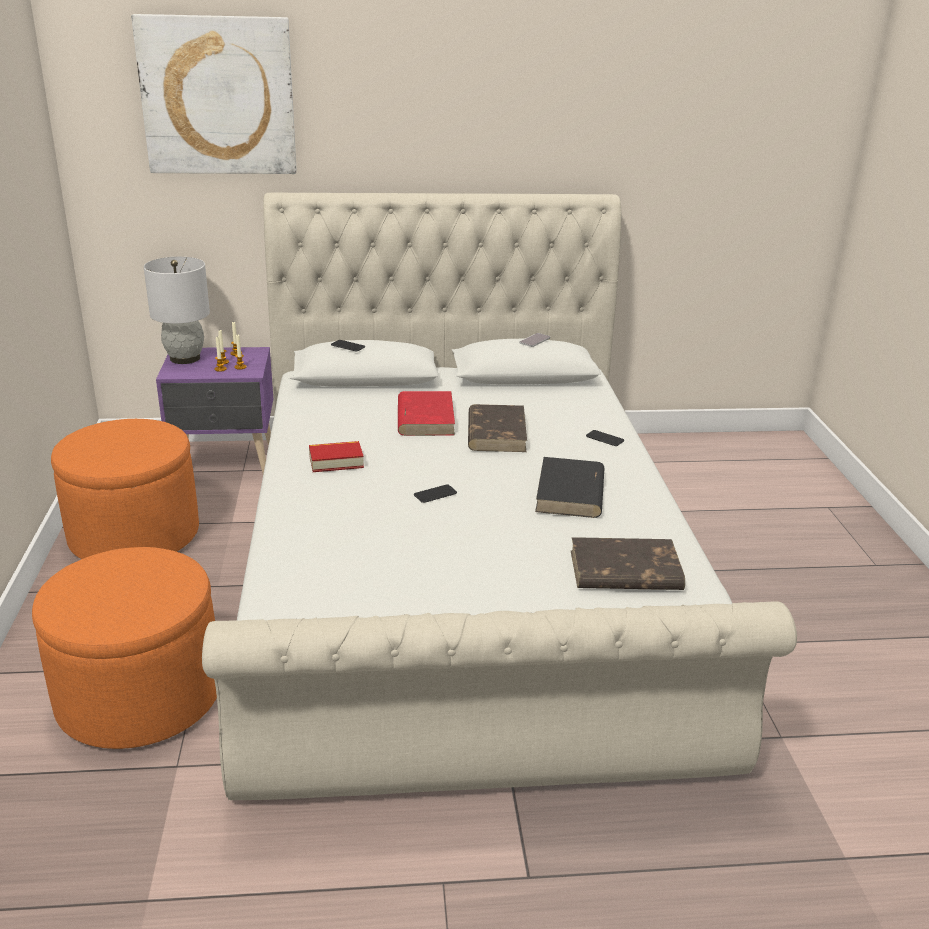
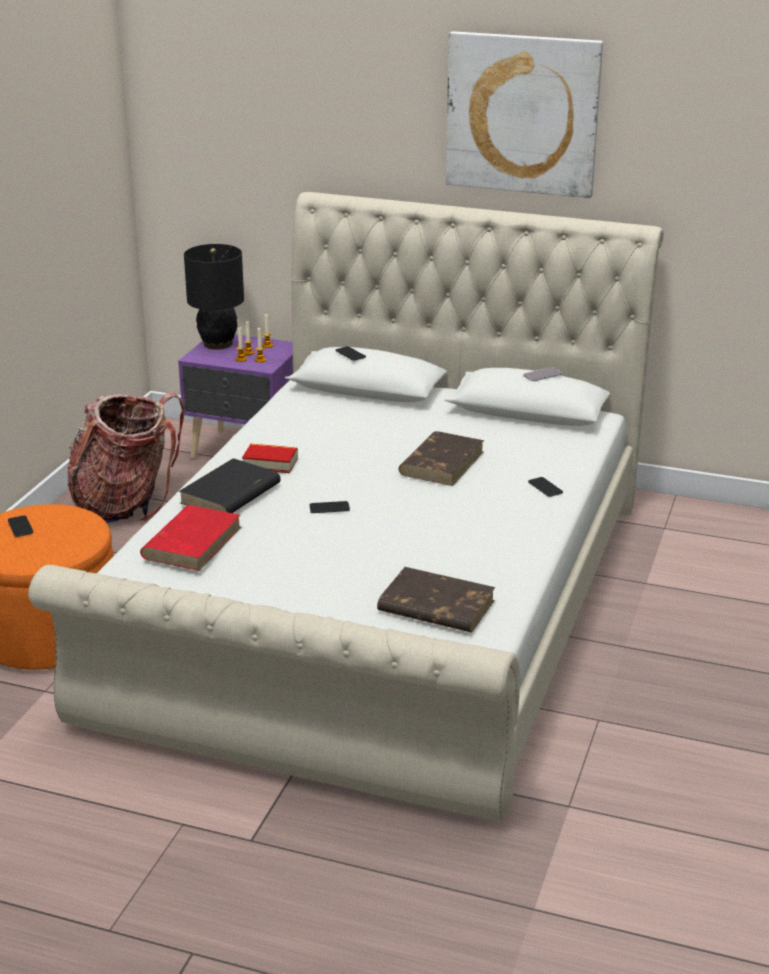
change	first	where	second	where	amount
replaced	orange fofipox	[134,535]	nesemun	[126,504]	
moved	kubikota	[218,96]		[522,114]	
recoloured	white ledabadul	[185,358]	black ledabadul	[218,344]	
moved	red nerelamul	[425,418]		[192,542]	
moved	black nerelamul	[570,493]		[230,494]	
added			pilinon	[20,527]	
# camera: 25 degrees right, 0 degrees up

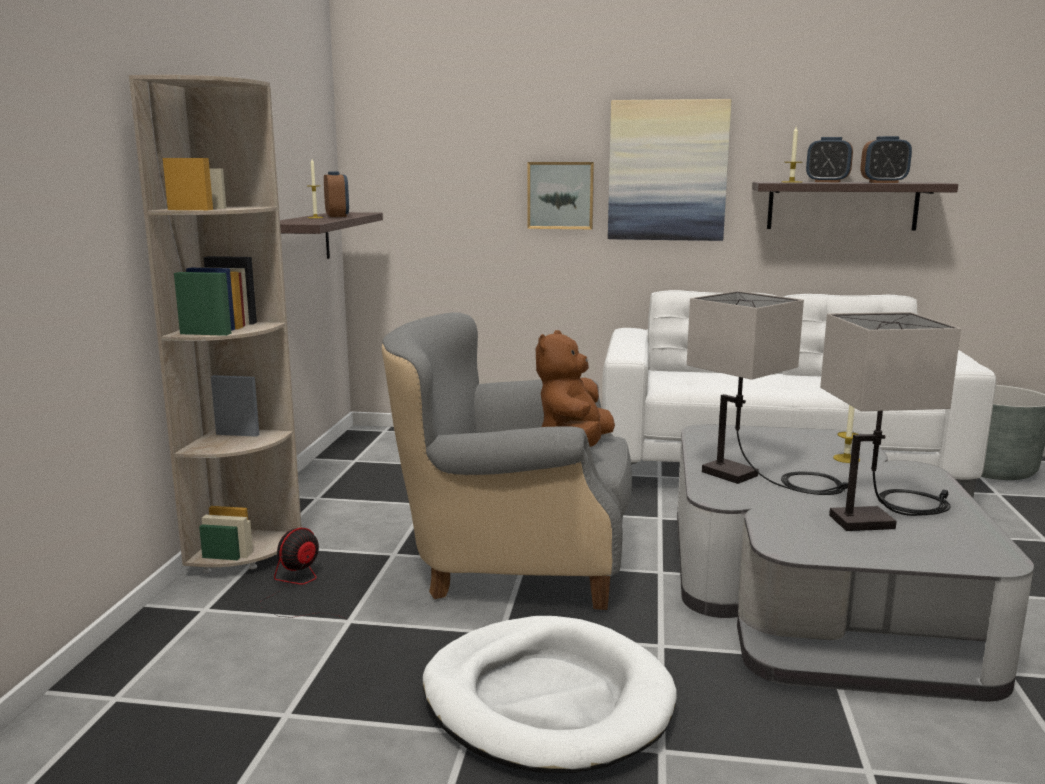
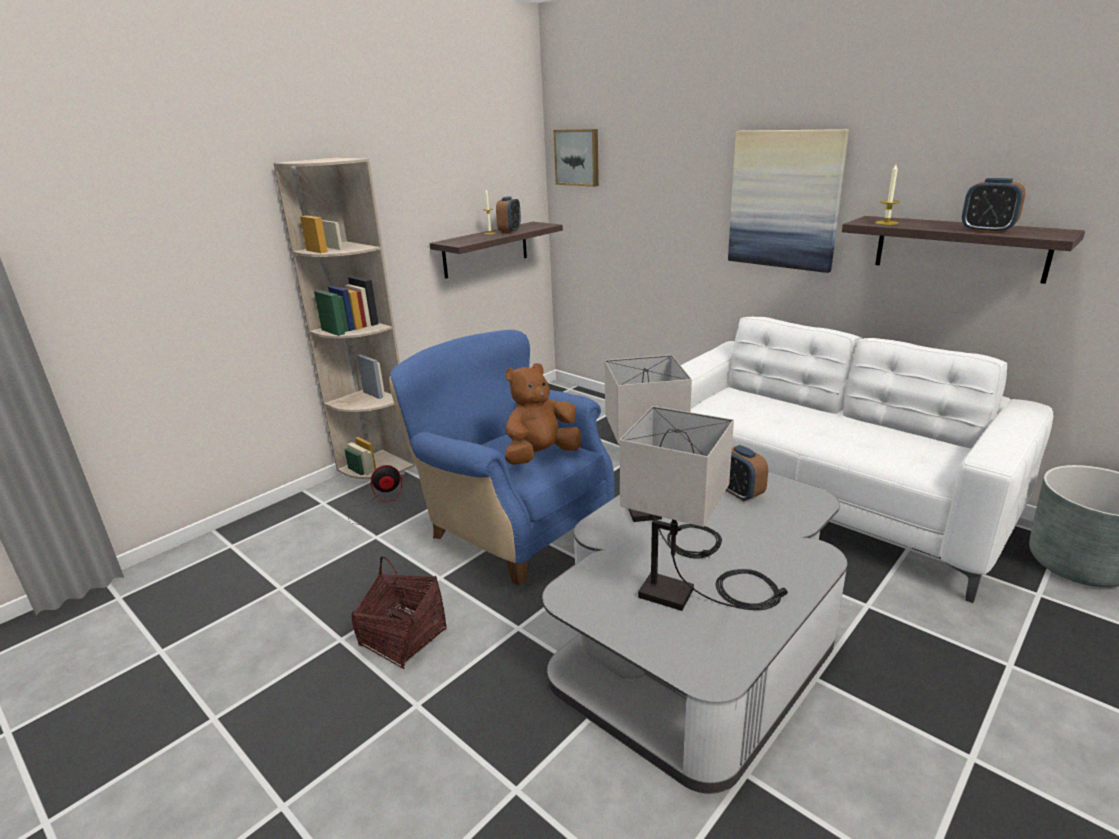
change	first	where	second	where	amount
recoloured	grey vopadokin	[512,563]	blue vopadokin	[512,525]	
replaced	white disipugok	[547,700]	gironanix	[403,638]	
moved	kubikota	[560,195]		[578,157]	
moved	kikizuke	[827,182]		[740,493]	
removed	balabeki	[846,458]			
# camera: 35 degrees right, 10 degrees up

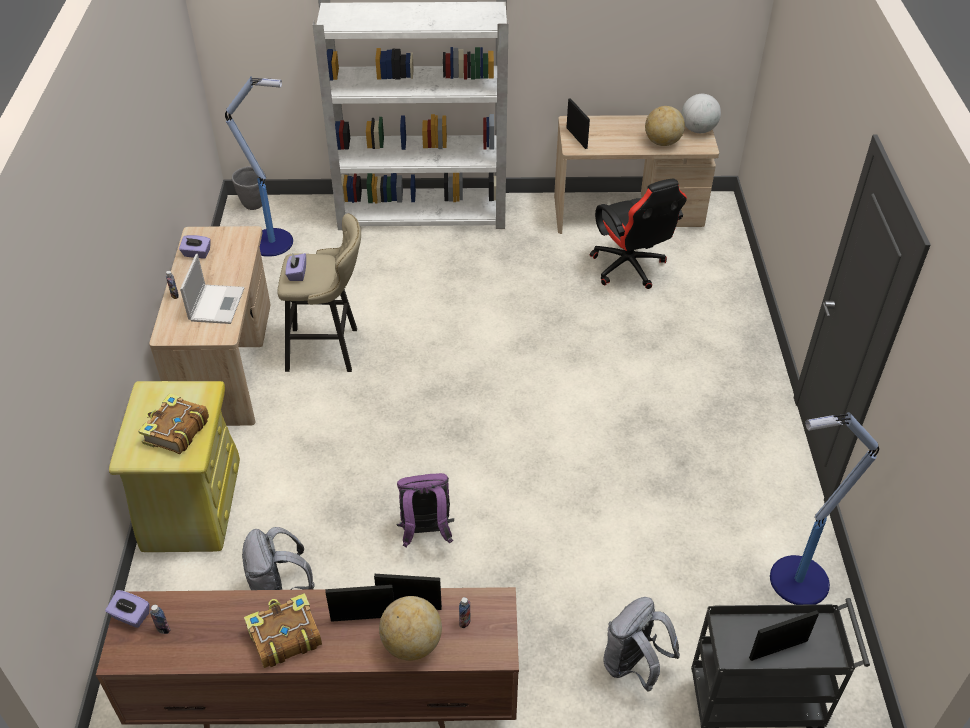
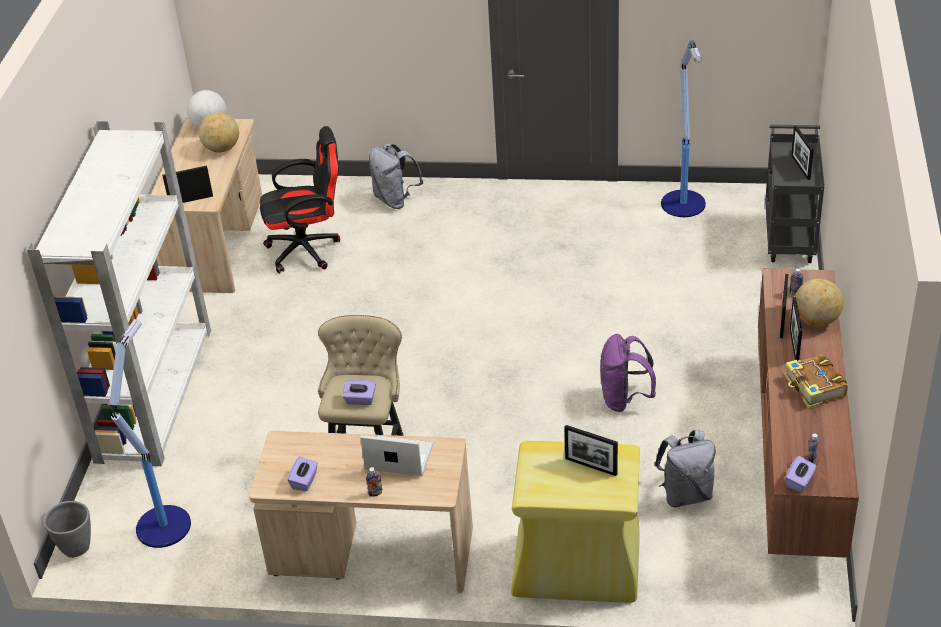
change	first	where	second	where	amount
replaced	nerelamul	[175,431]	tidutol	[591,466]	
moved	grey nesemun	[633,666]		[395,200]	
# camera: 80 degrees left, 5 degrees down

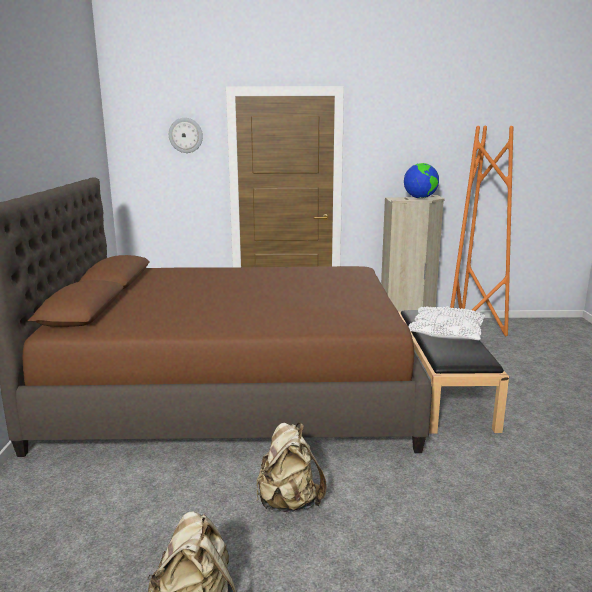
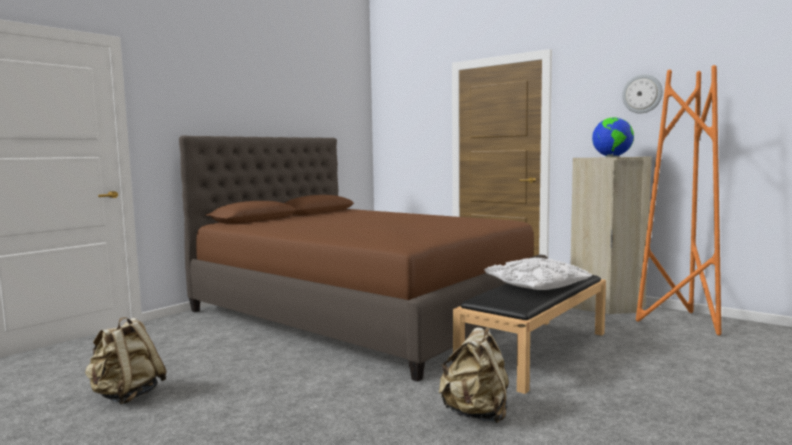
change	first	where	second	where	amount
moved	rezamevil	[185,135]		[642,94]	
moved	beige nesemun	[289,502]		[476,414]	
# camera: 40 degrees right, 10 degrees down

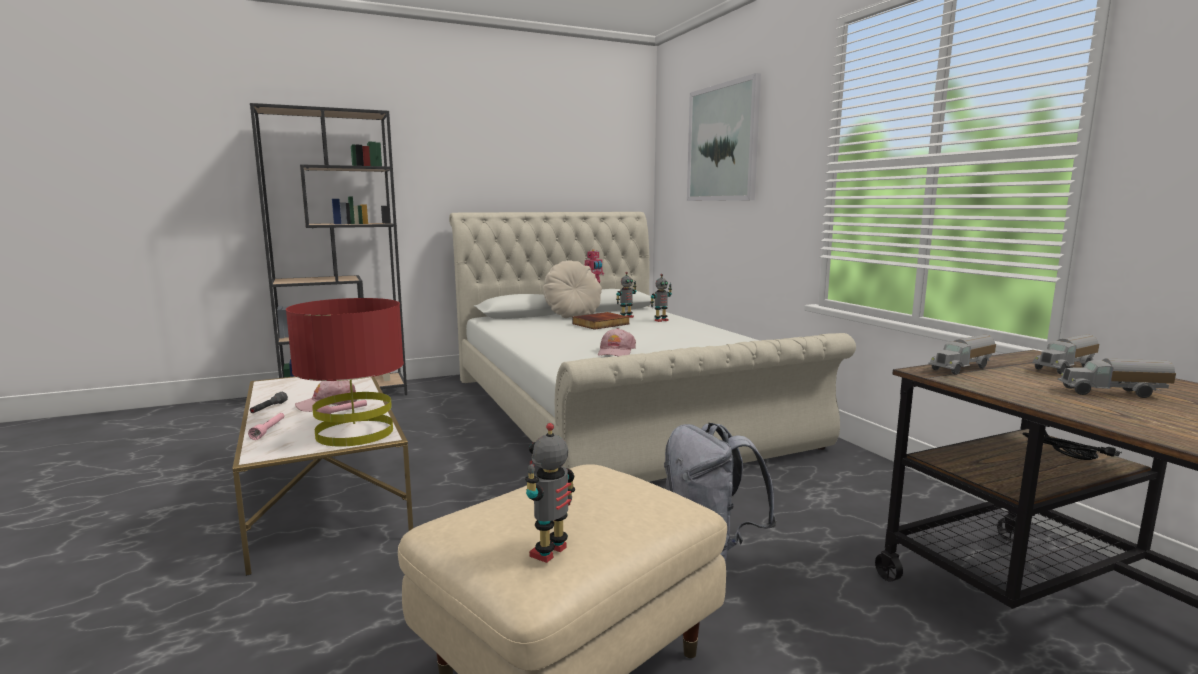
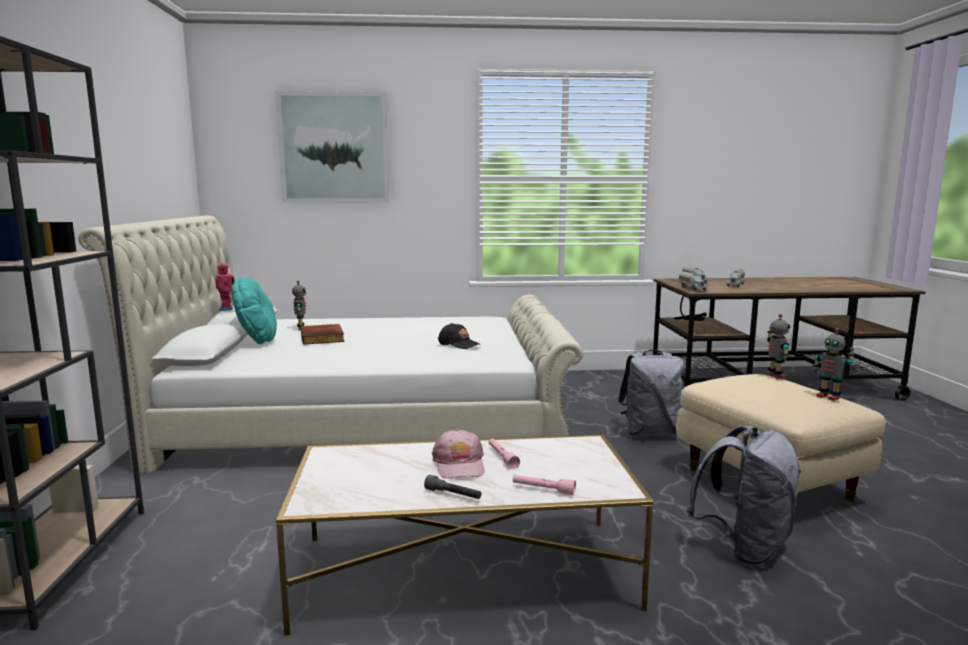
change	first	where	second	where	amount
removed	red ledabadul	[354,433]			
recoloured	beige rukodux	[572,316]	turquoise rukodux	[257,341]	
recoloured	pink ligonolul	[616,352]	black ligonolul	[458,344]	
moved	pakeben	[660,320]		[775,376]	
added			grey nesemun	[744,547]	
# camera: 70 degrees left, 0 degrees up

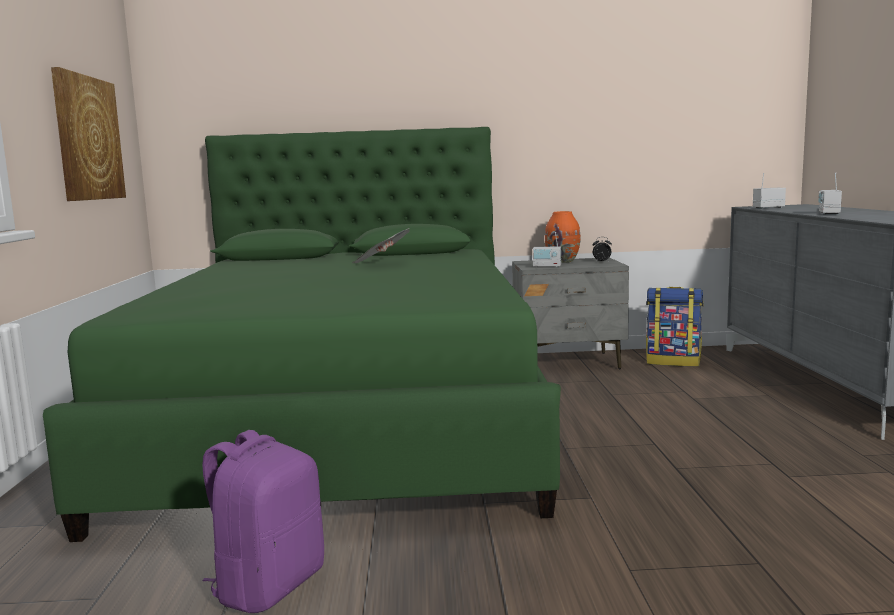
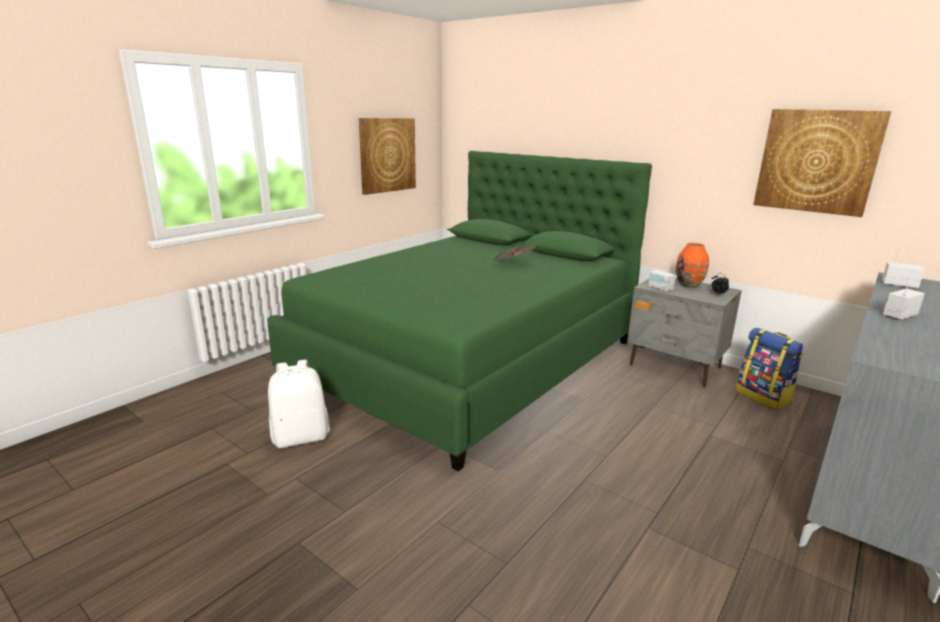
change	first	where	second	where	amount
recoloured	purple nesemun	[268,585]	white nesemun	[301,437]	
added			kubikota	[817,161]	
# camera: 40 degrees right, 10 degrees up

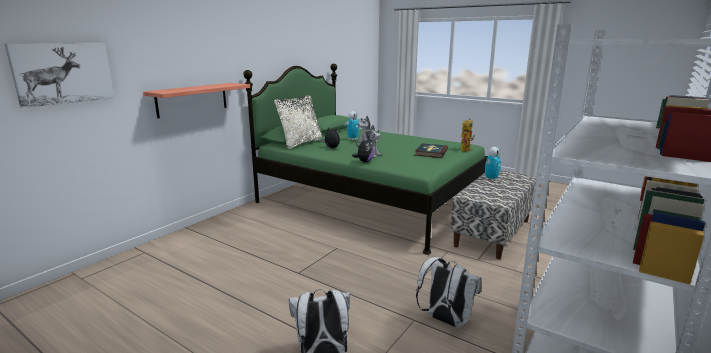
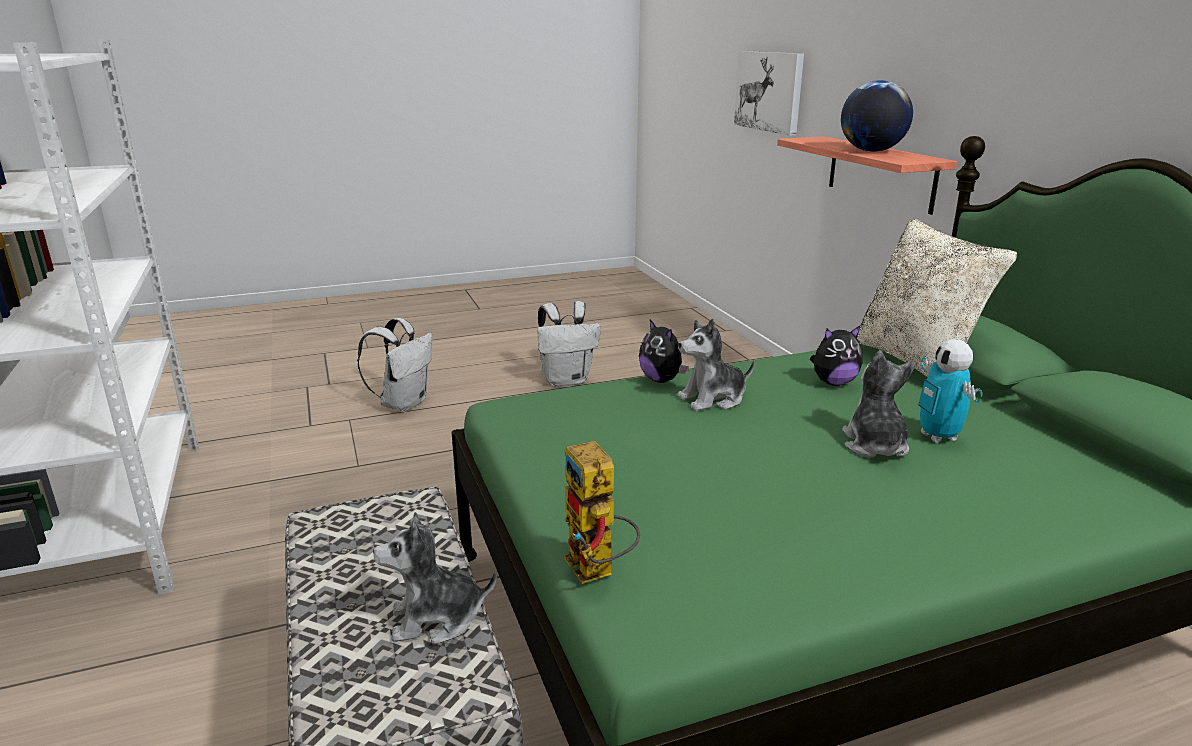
change	first	where	second	where	amount
removed	nerelamul	[431,152]			
moved	white nesemun	[445,320]		[566,380]	
replaced	pakeben	[491,179]	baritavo	[436,619]	
added			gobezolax	[872,151]	
# camera: 125 degrees right, 5 degrees up

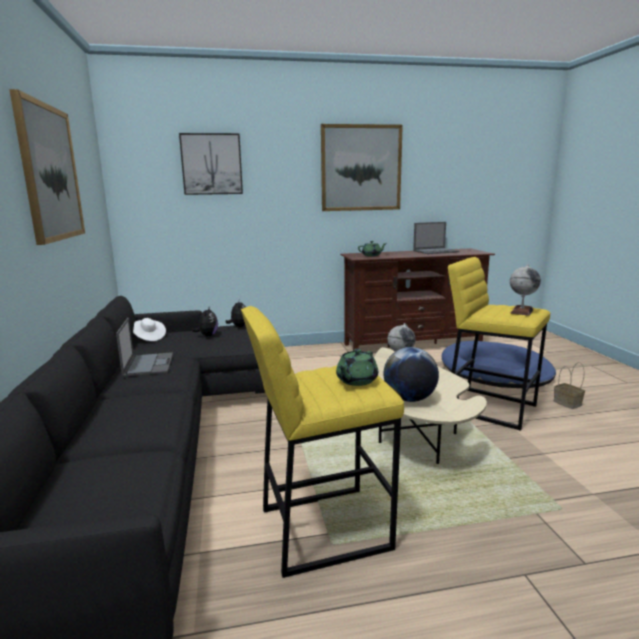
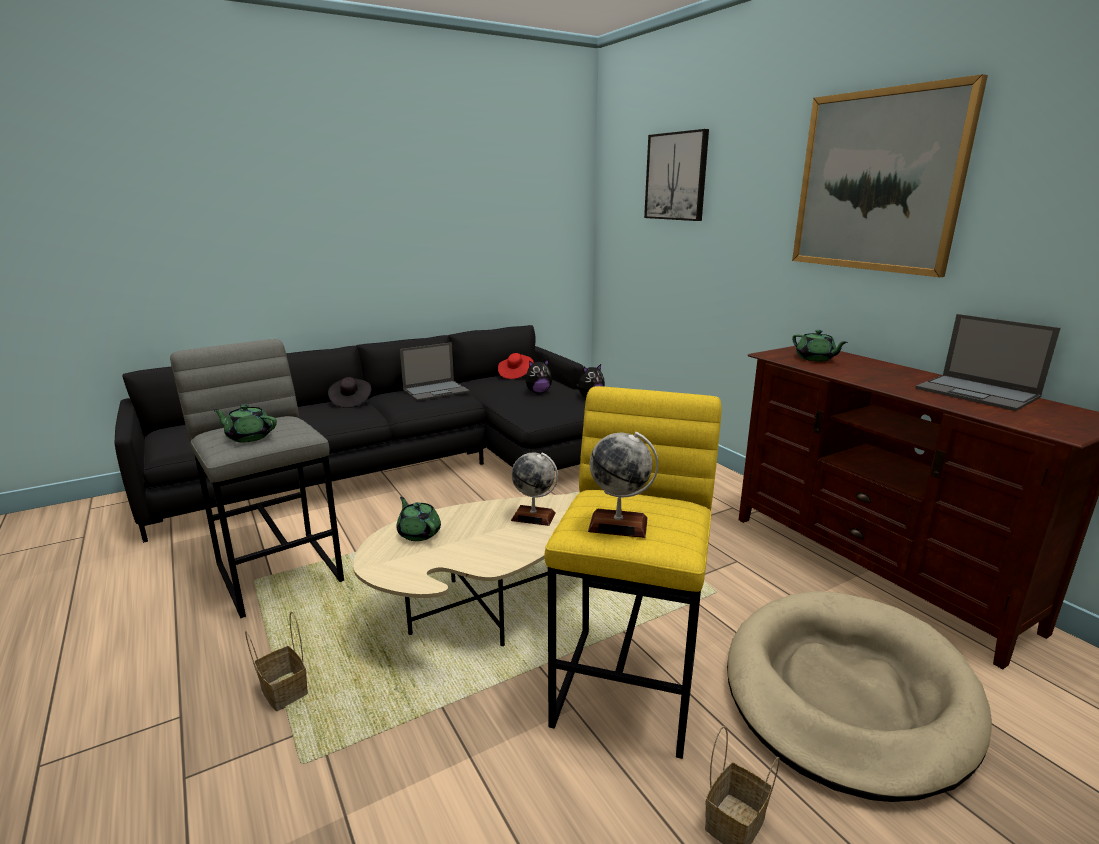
change	first	where	second	where	amount
removed	kubikota	[50,173]			
recoloured	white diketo	[149,337]	red diketo	[515,374]	
recoloured	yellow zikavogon	[321,529]	grey zikavogon	[278,571]	
replaced	gobezolax	[410,399]	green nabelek	[419,533]	
recoloured	blue disipugok	[495,370]	beige disipugok	[847,693]	
added			gironanix	[283,691]	
added			black diketo	[350,402]	
# camera: 70 degrees right, 5 degrees up

